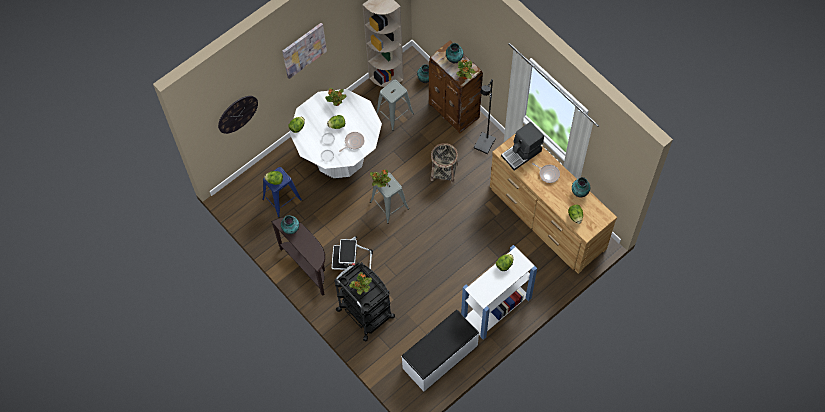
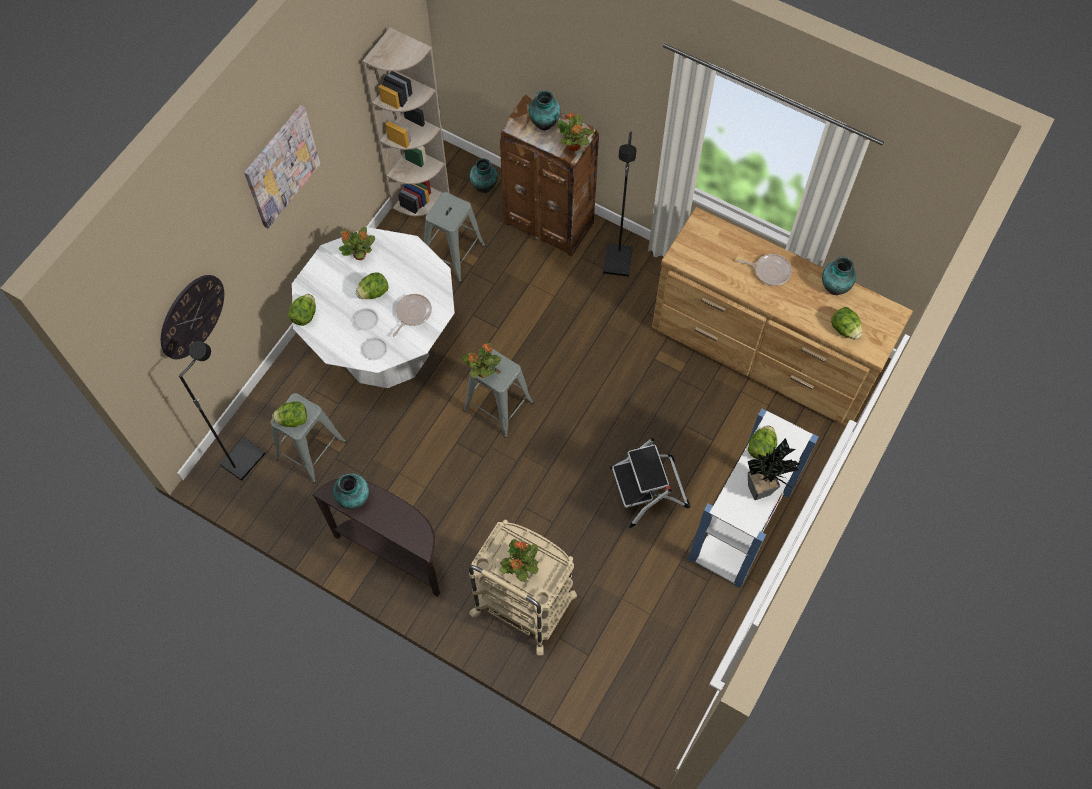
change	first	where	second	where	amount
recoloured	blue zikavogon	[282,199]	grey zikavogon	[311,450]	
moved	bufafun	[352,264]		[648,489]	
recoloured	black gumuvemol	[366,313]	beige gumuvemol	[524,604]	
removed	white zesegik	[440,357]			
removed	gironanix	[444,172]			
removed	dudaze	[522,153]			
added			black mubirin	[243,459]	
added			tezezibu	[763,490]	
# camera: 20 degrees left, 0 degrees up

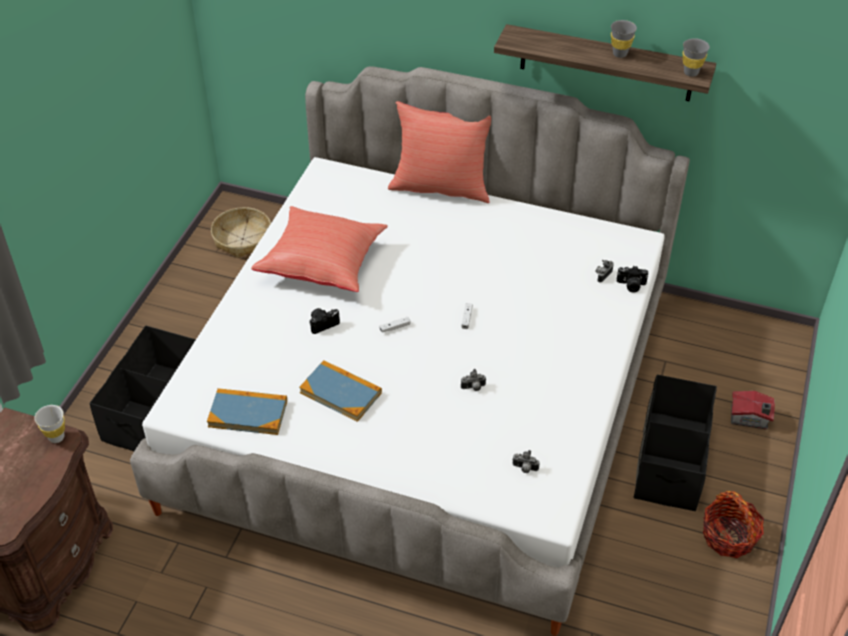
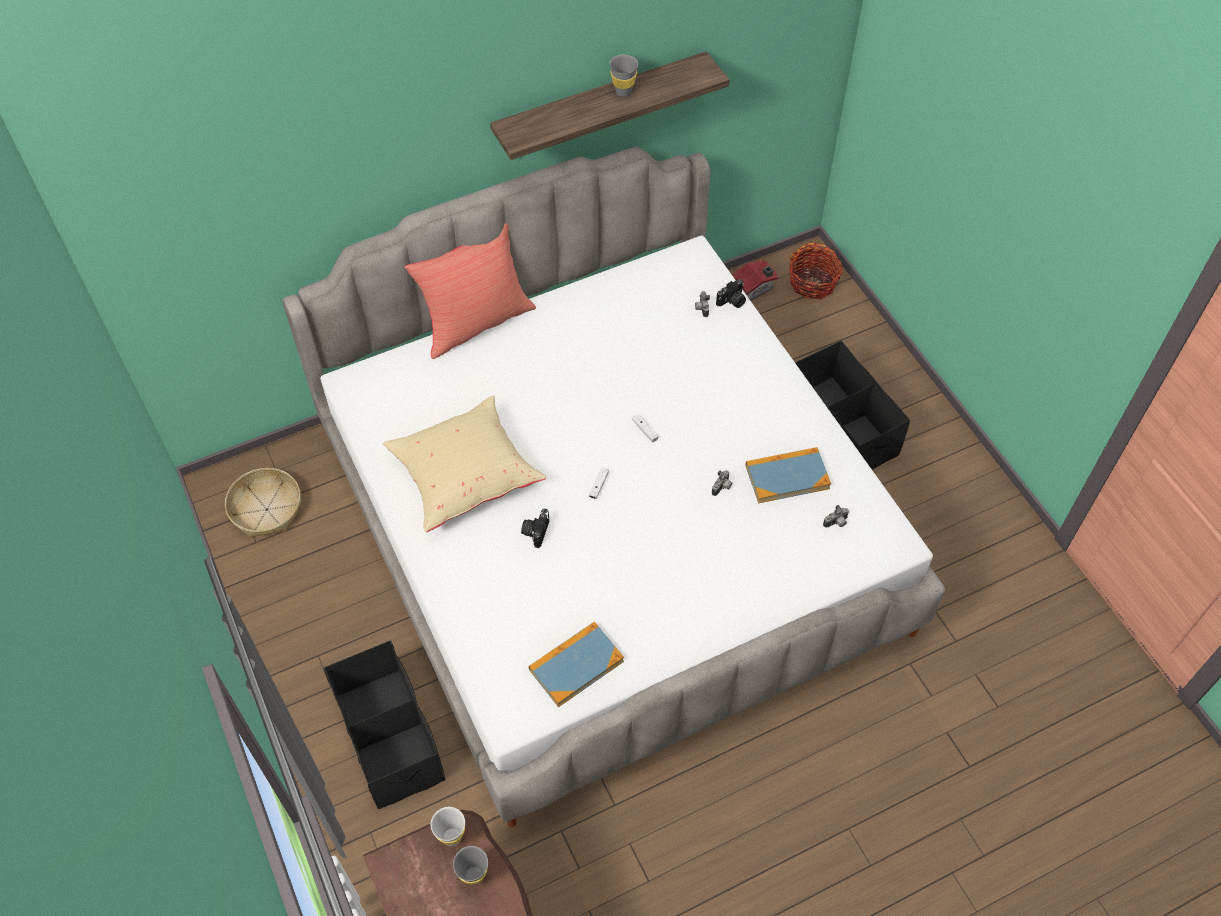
change	first	where	second	where	amount
recoloured	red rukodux	[323,263]	beige rukodux	[464,475]	
moved	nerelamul	[341,393]		[787,477]	
moved	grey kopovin	[691,72]		[474,876]	
moved	gironanix	[729,536]		[812,283]	
moved	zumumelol	[750,418]		[754,288]	
# camera: 45 degrees left, 10 degrees up

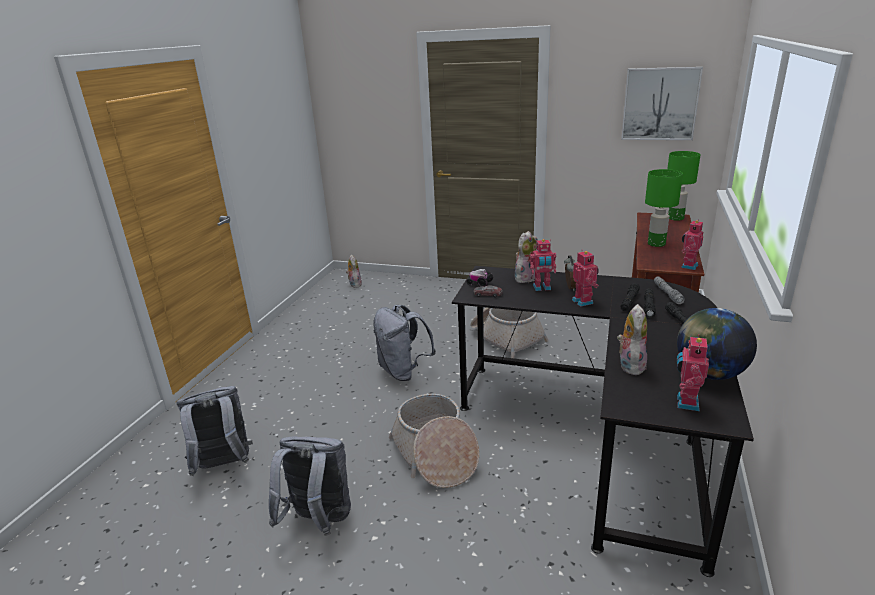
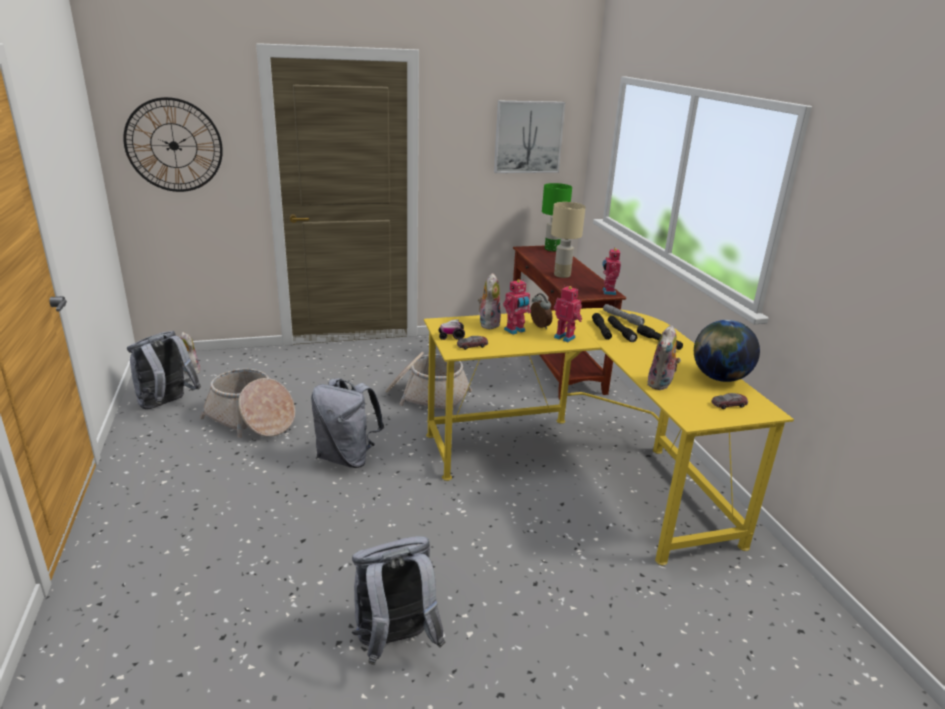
change	first	where	second	where	amount
moved	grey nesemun	[224,466]		[167,404]	
moved	gironanix	[435,455]		[251,420]	
recoloured	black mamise	[597,434]	yellow mamise	[584,466]	
turned	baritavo	[629,365]		[661,384]	135 degrees counterclockwise
recoloured	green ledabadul	[656,244]	beige ledabadul	[562,275]	
replaced	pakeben	[685,402]	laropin	[729,404]	
added			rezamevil	[174,145]	
# camera: 35 degrees left, 0 degrees up

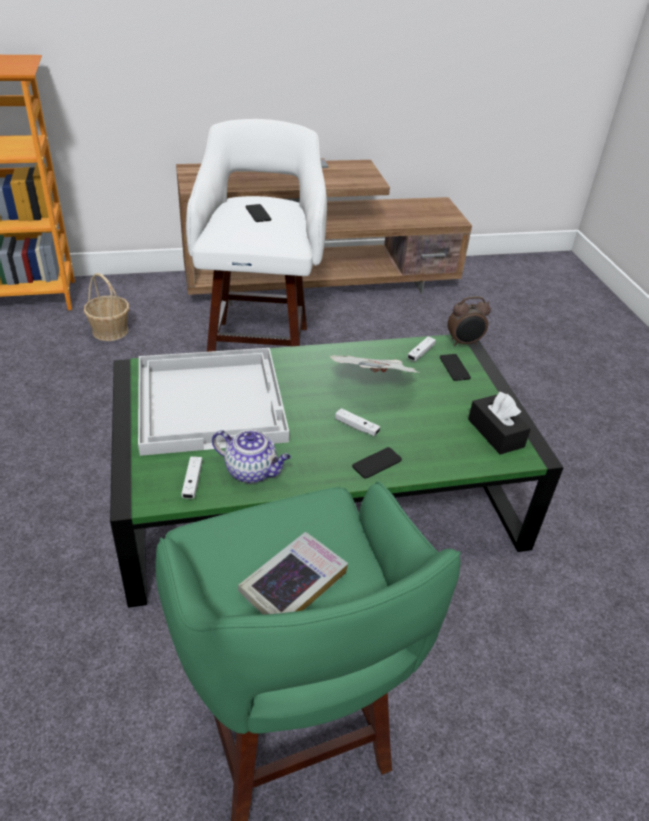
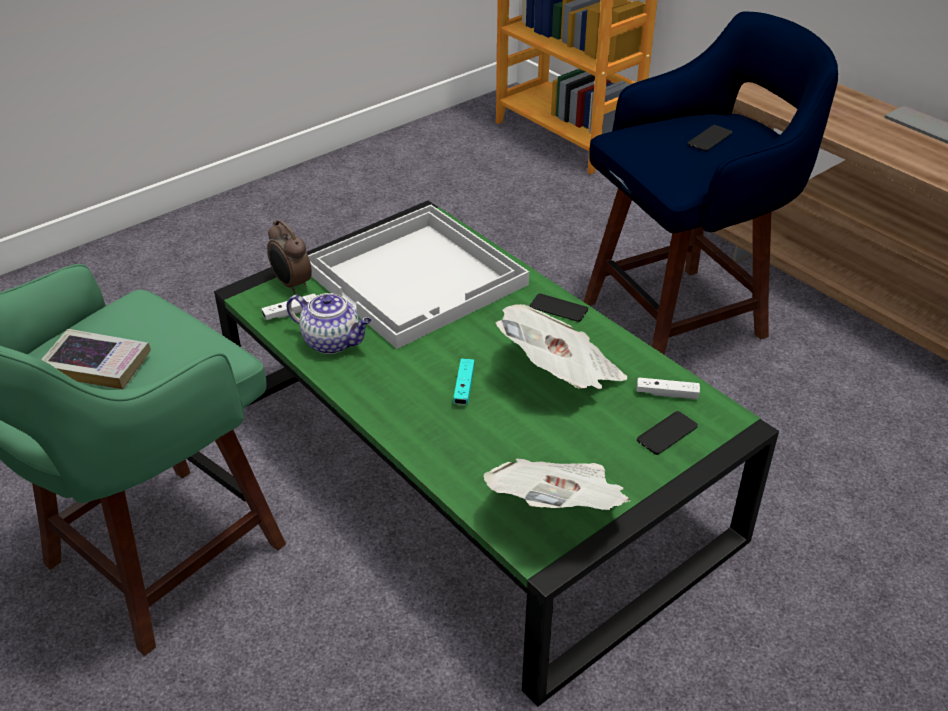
change	first	where	second	where	amount
removed	gironanix	[110,331]			
recoloured	white zikavogon	[260,346]	blue zikavogon	[681,318]	
turned	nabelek	[252,471]		[333,342]	60 degrees counterclockwise
recoloured	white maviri	[356,427]	turquoise maviri	[464,387]	
moved	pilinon	[377,463]		[558,308]	
moved	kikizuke	[464,343]		[291,285]	
replaced	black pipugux	[495,433]	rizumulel	[558,509]	
# camera: 65 degrees right, 0 degrees up

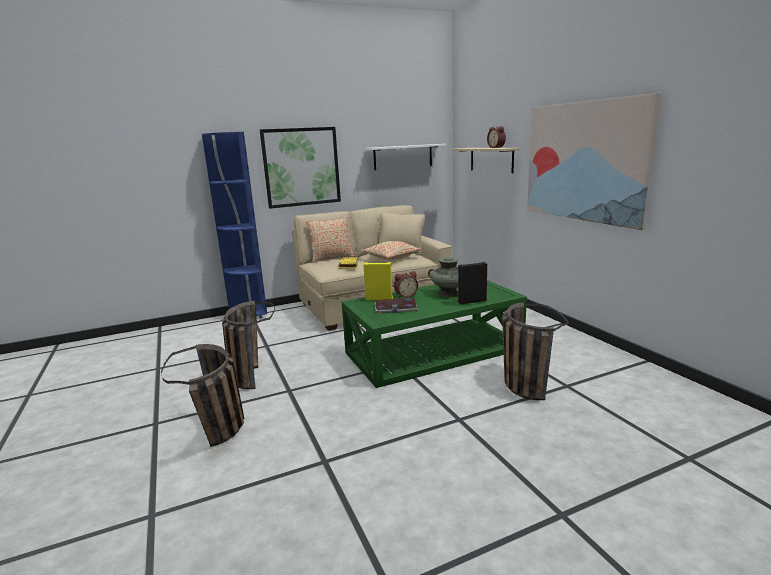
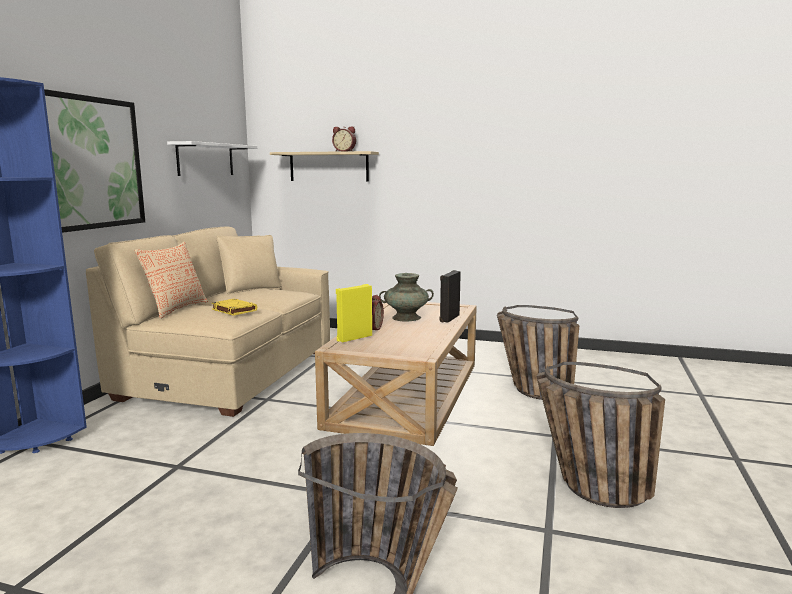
change	first	where	second	where	amount
moved	gironanix	[249,374]		[585,488]	
recoloured	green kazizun	[433,350]	beige kazizun	[405,393]	
removed	beige rukodux	[391,257]			
removed	nerelamul	[396,308]			
removed	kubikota	[584,161]			
# camera: 50 degrees left, 5 degrees down

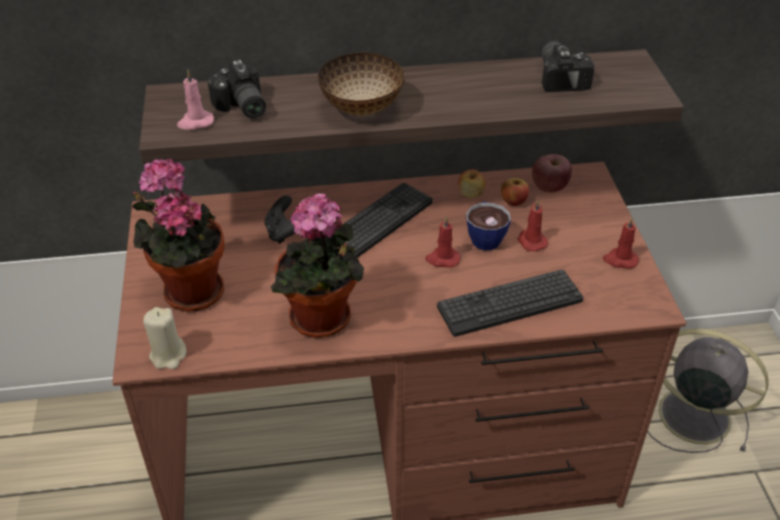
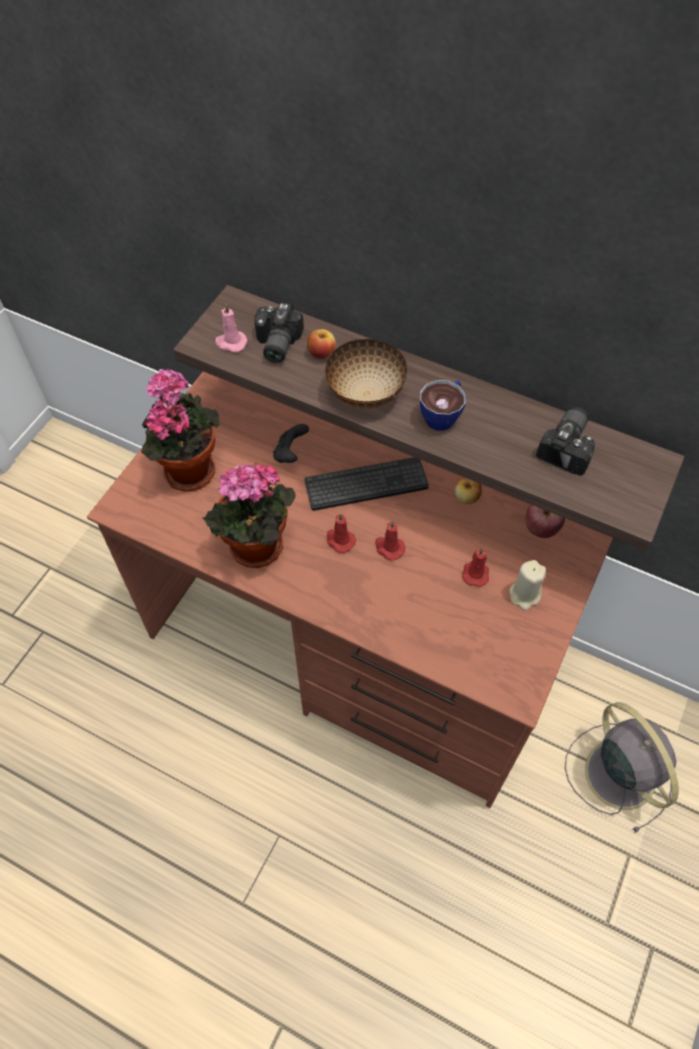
change	first	where	second	where	amount
moved	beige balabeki	[168,355]		[524,595]	
removed	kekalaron	[510,303]			
moved	kopovin	[485,236]		[443,414]	
moved	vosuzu	[513,201]		[321,353]	
moved	red balabeki	[620,260]		[339,540]	
# camera: 35 degrees right, 15 degrees up

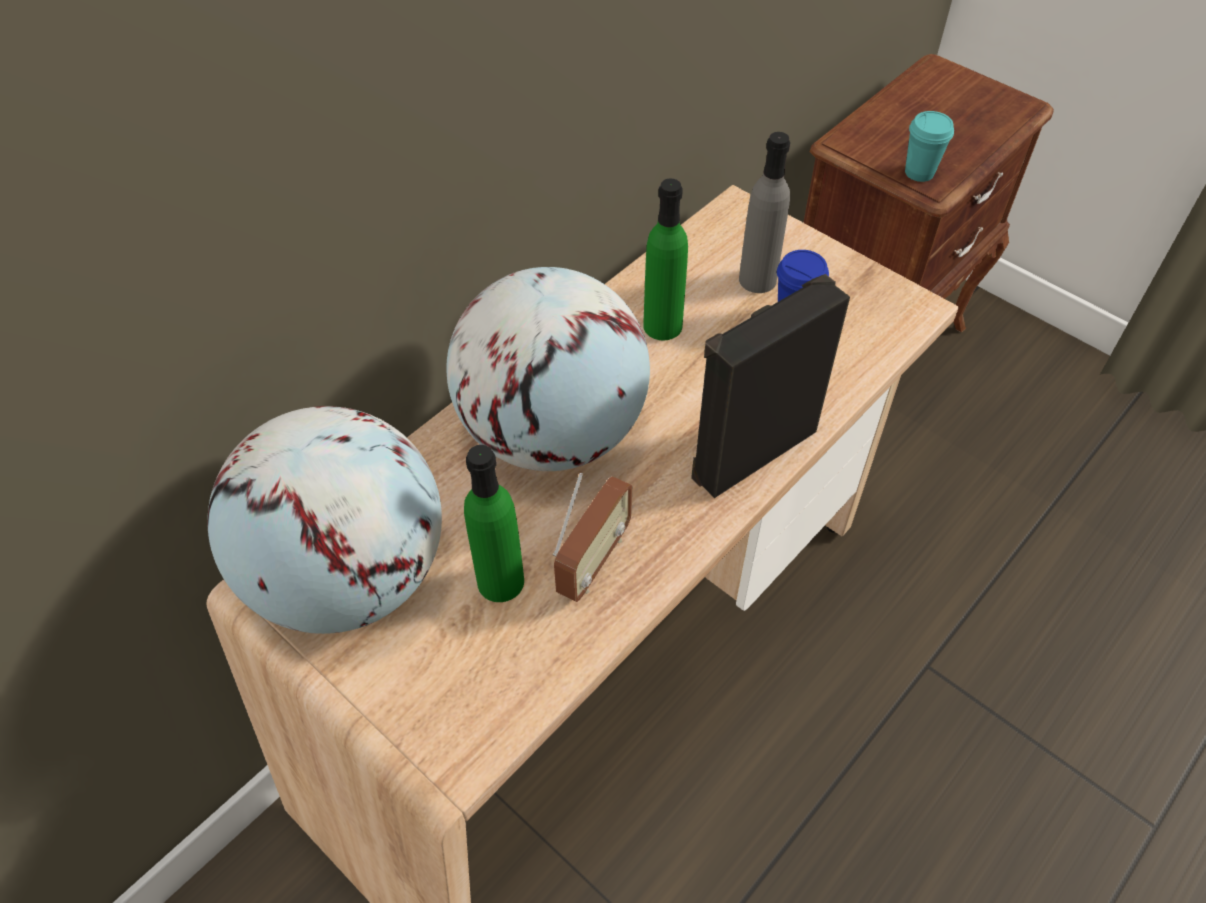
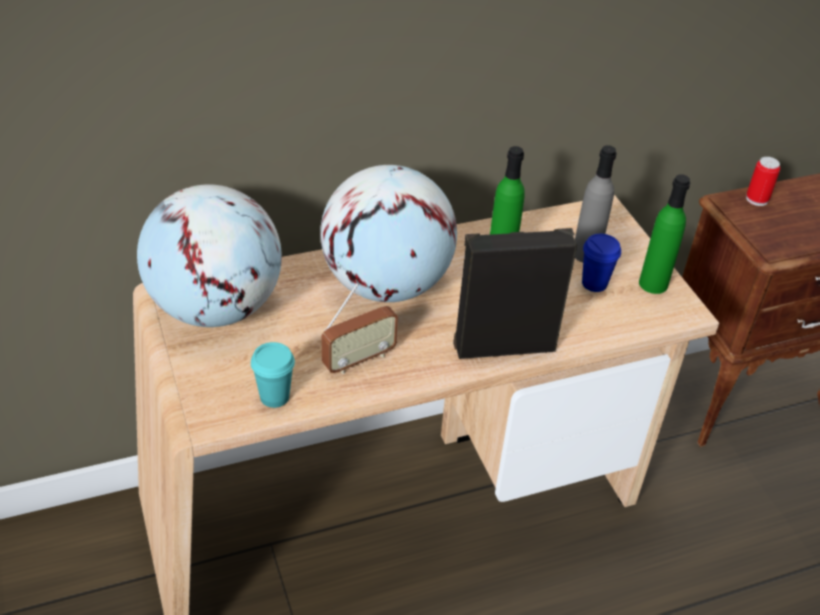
change	first	where	second	where	amount
moved	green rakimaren	[500,581]		[653,284]	
moved	turquoise kopovin	[919,172]		[274,397]	
added			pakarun	[757,199]	
# camera: 25 degrees right, 10 degrees down

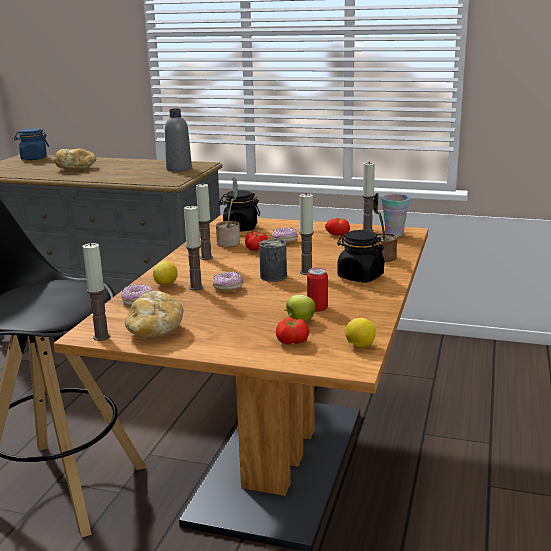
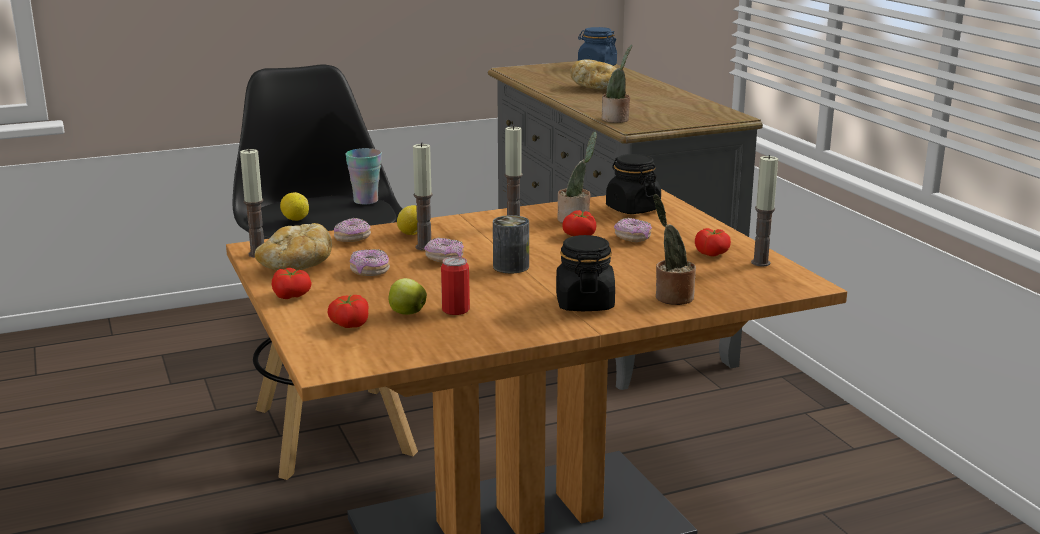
change	first	where	second	where	amount
removed	grey rakimaren	[179,169]			
removed	balabeki	[306,272]			
moved	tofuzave	[360,346]		[295,219]	
moved	kopovin	[394,234]		[365,201]	
added			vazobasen	[292,296]	
added			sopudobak	[369,271]	
added			tezezibu	[616,120]	
# camera: 50 degrees right, 0 degrees up

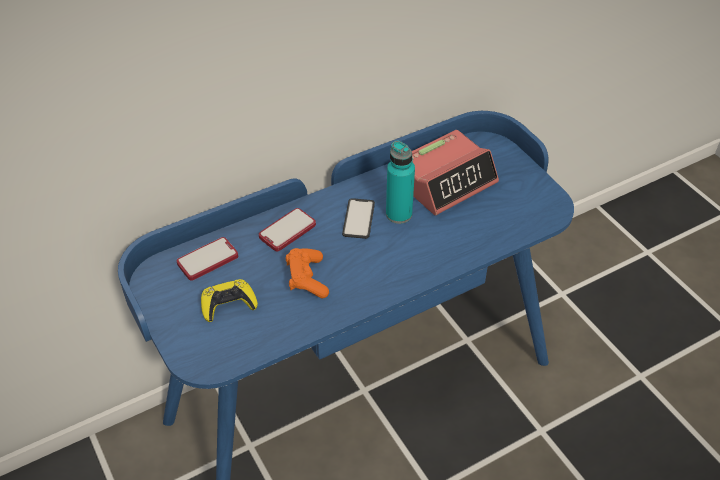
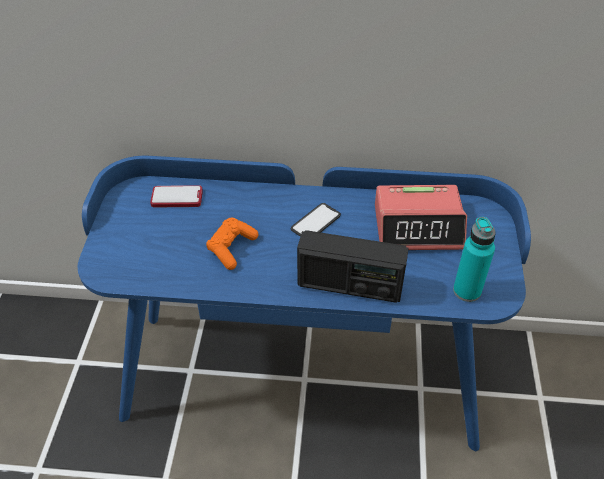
change	first	where	second	where	amount
removed	yellow maviri	[228,304]			
removed	pilinon	[287,231]			
moved	turquoise rakimaren	[399,214]		[467,291]	
added			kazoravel	[349,285]	
# camera: 35 degrees right, 0 degrees up

